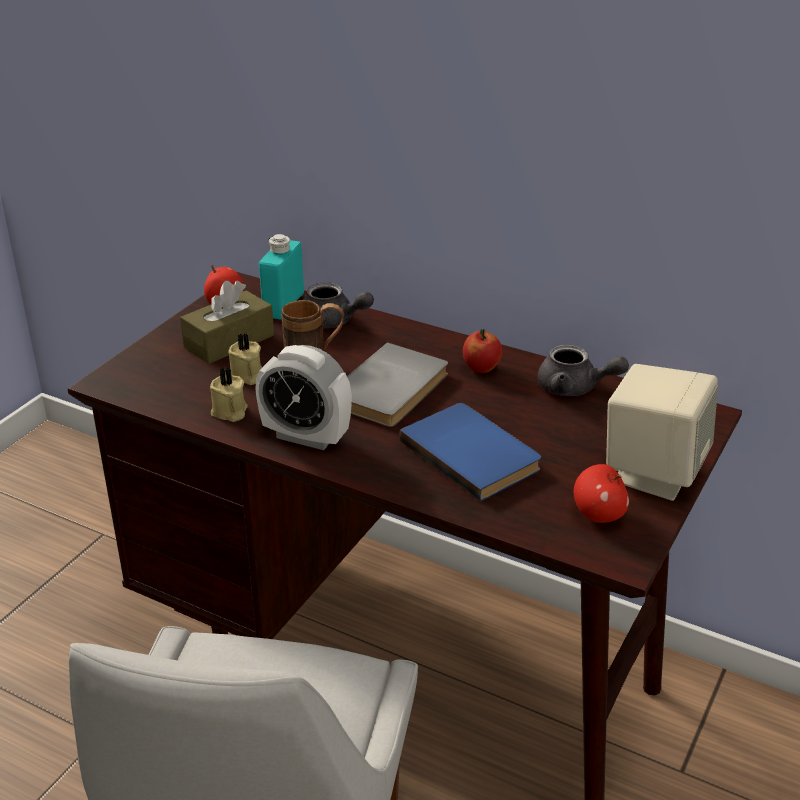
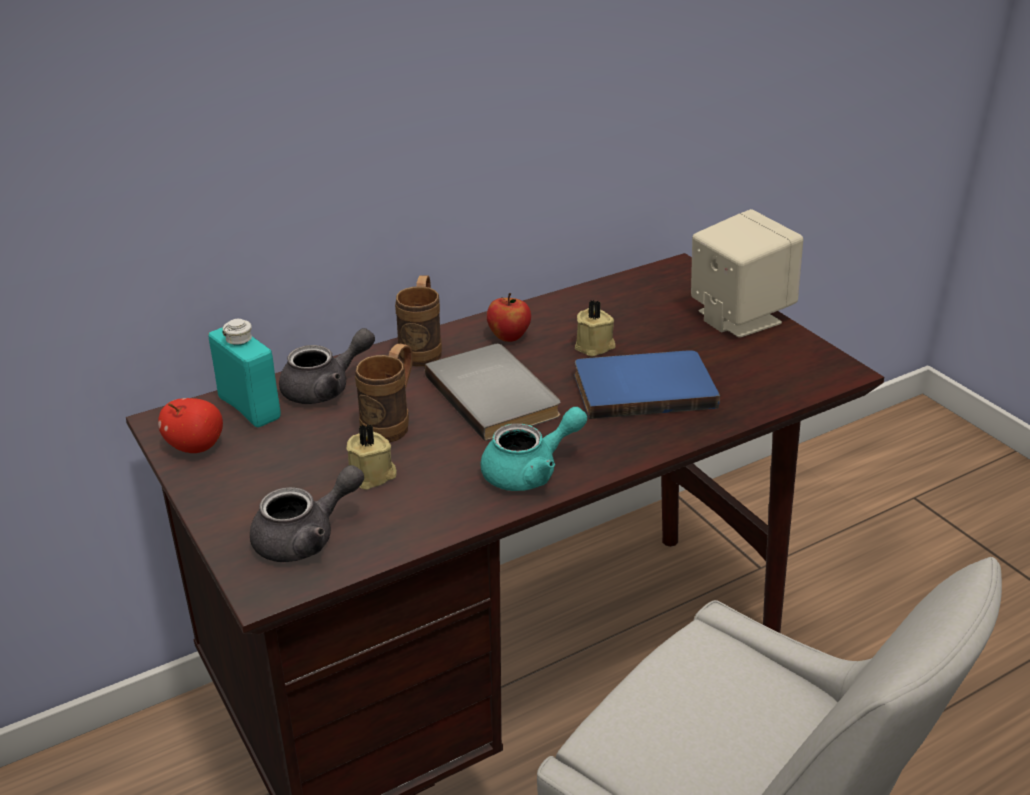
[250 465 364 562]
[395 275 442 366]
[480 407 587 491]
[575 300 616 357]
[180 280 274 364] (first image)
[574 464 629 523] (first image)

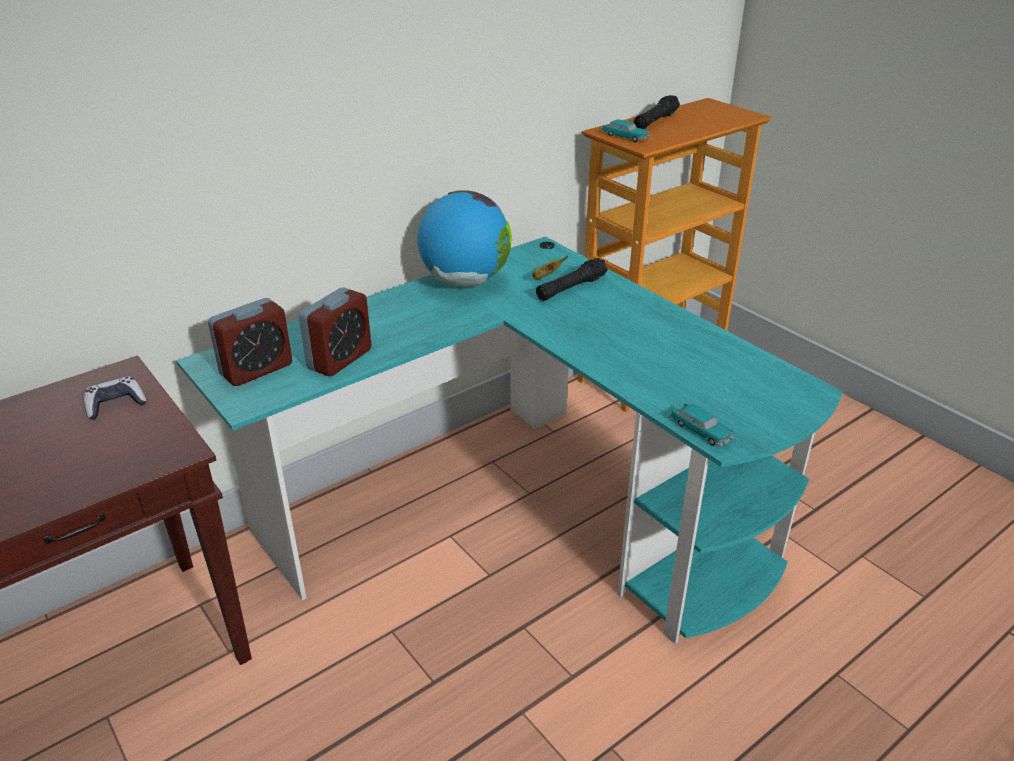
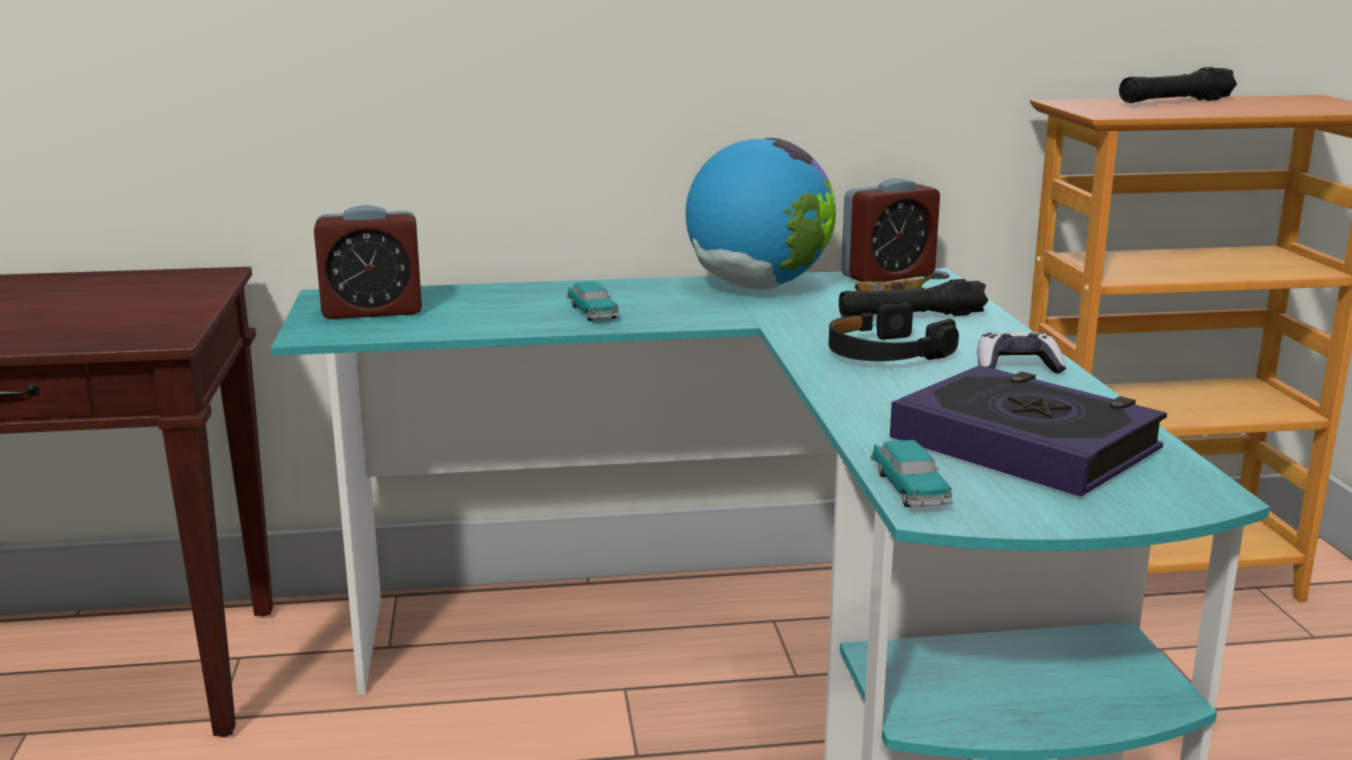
[567 281 620 321]
[829 303 959 361]
[841 178 940 282]
[890 365 1167 497]
[977 332 1066 374]

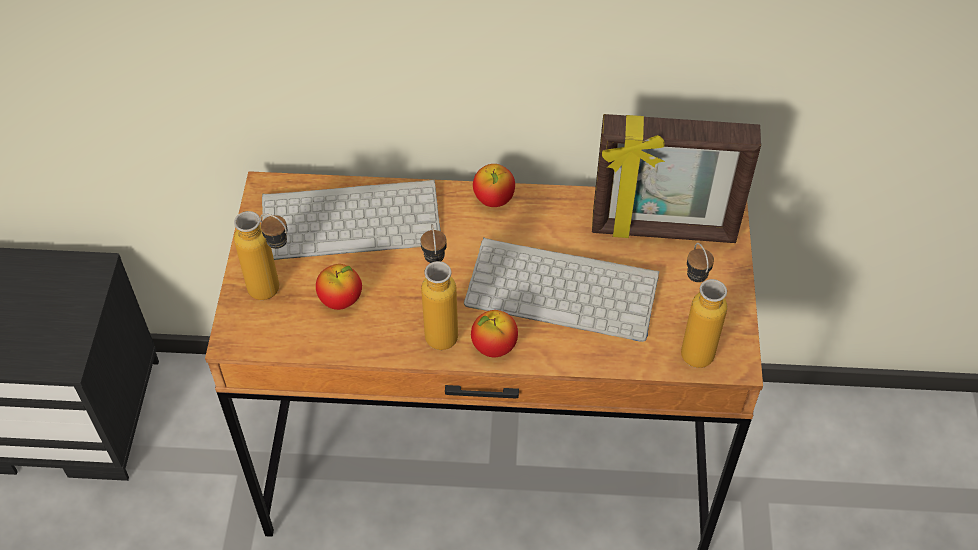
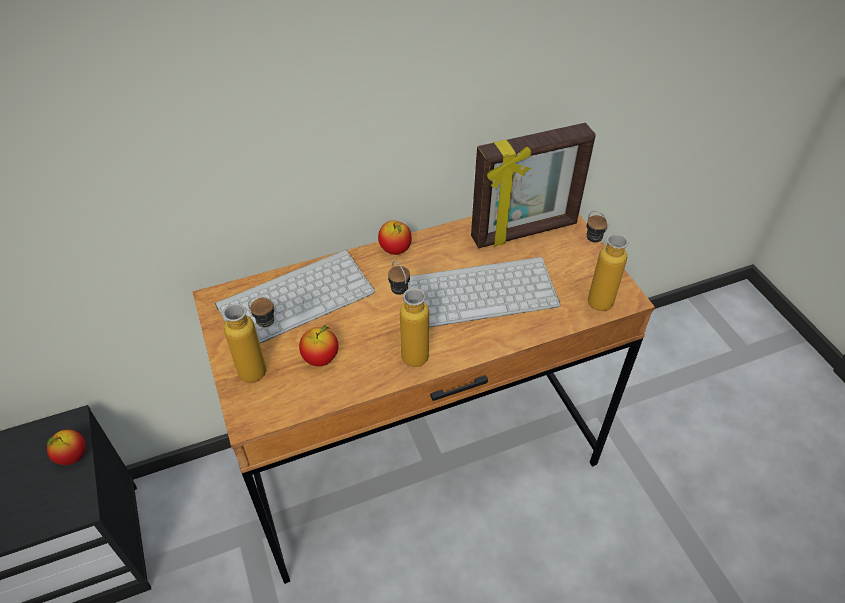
[47 429 86 465]

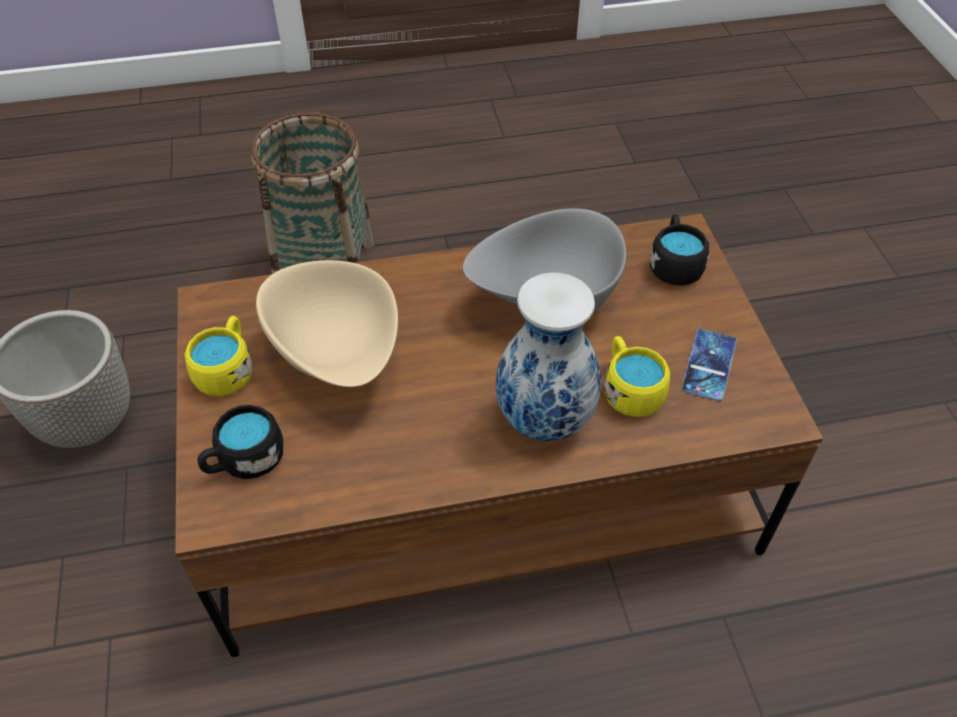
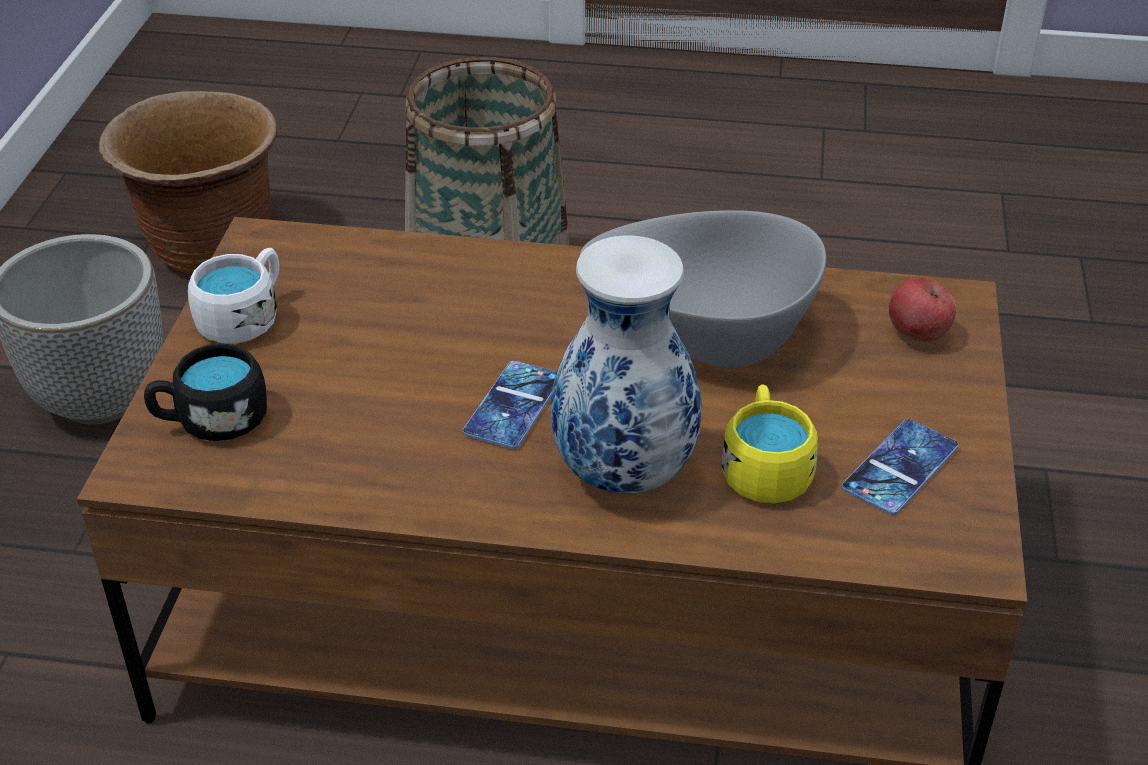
[98 91 277 275]
[188 248 279 344]
[463 361 557 449]
[889 277 956 342]
[256 260 398 387] (first image)

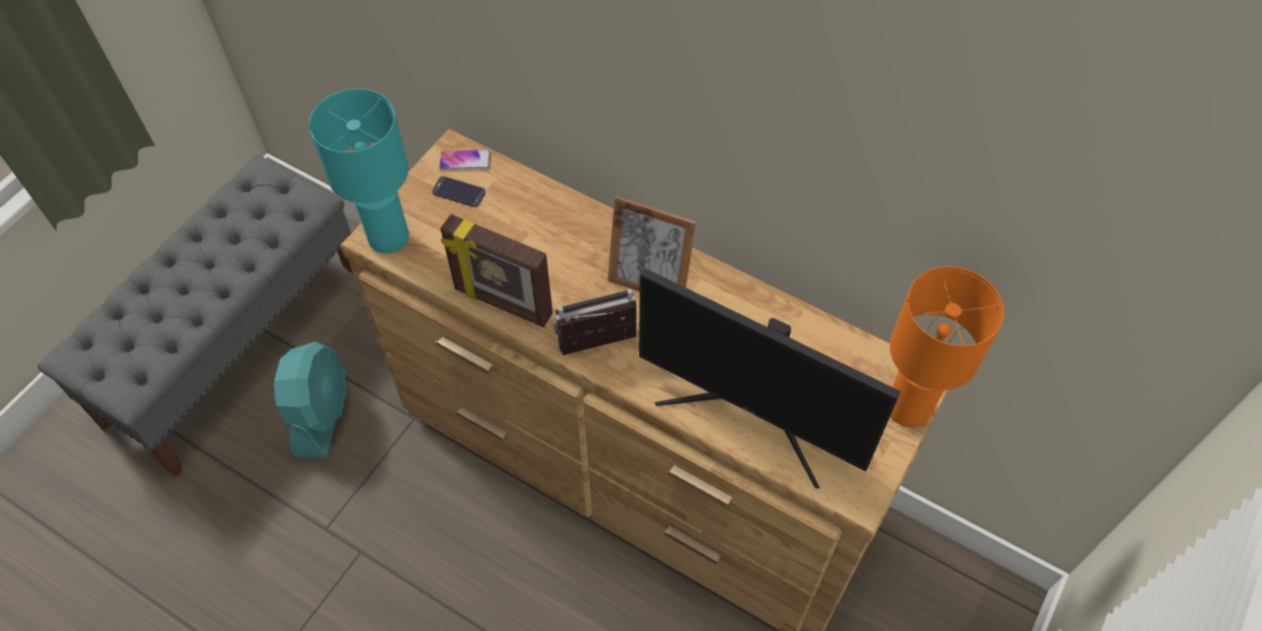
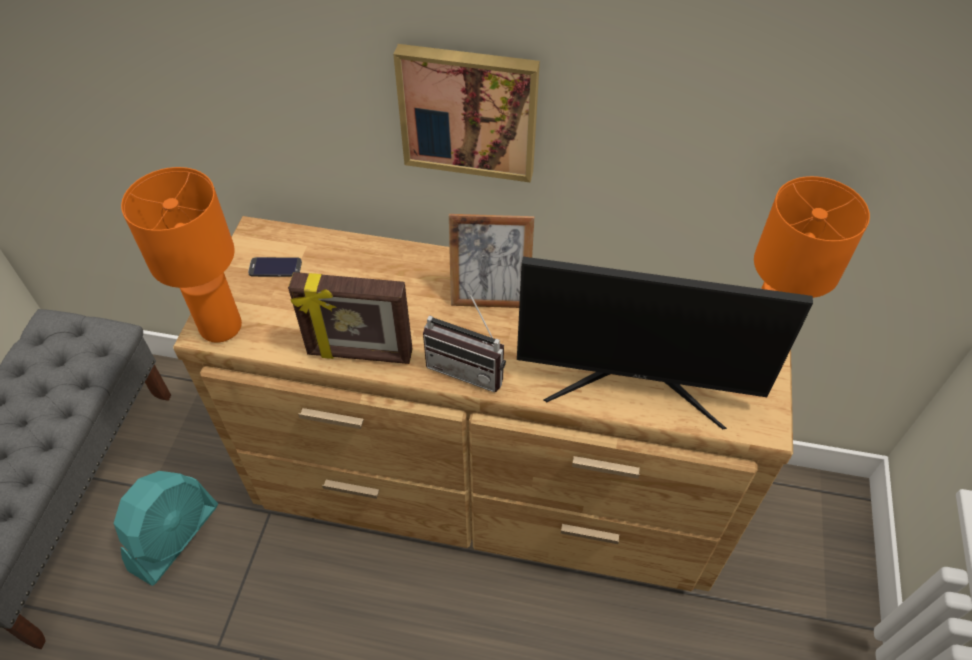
[113 471 218 586]
[121 167 242 343]
[393 44 540 183]
[423 290 506 392]
[439 150 490 170] (first image)

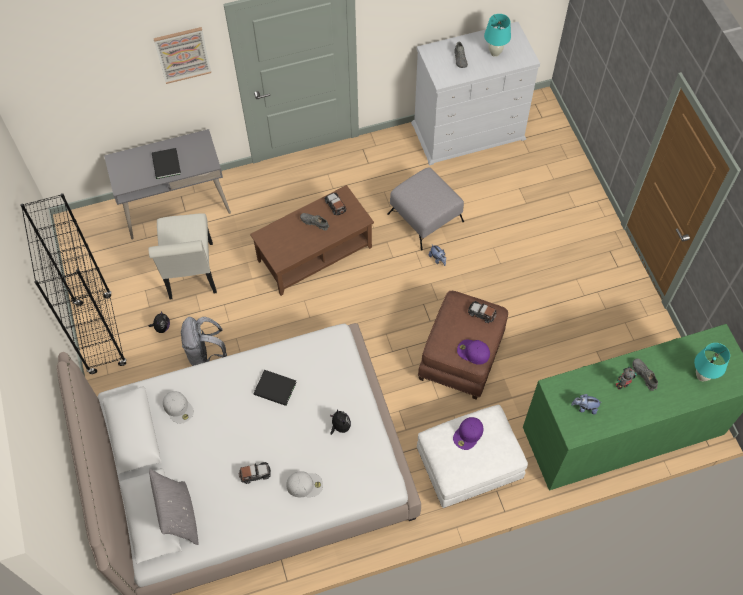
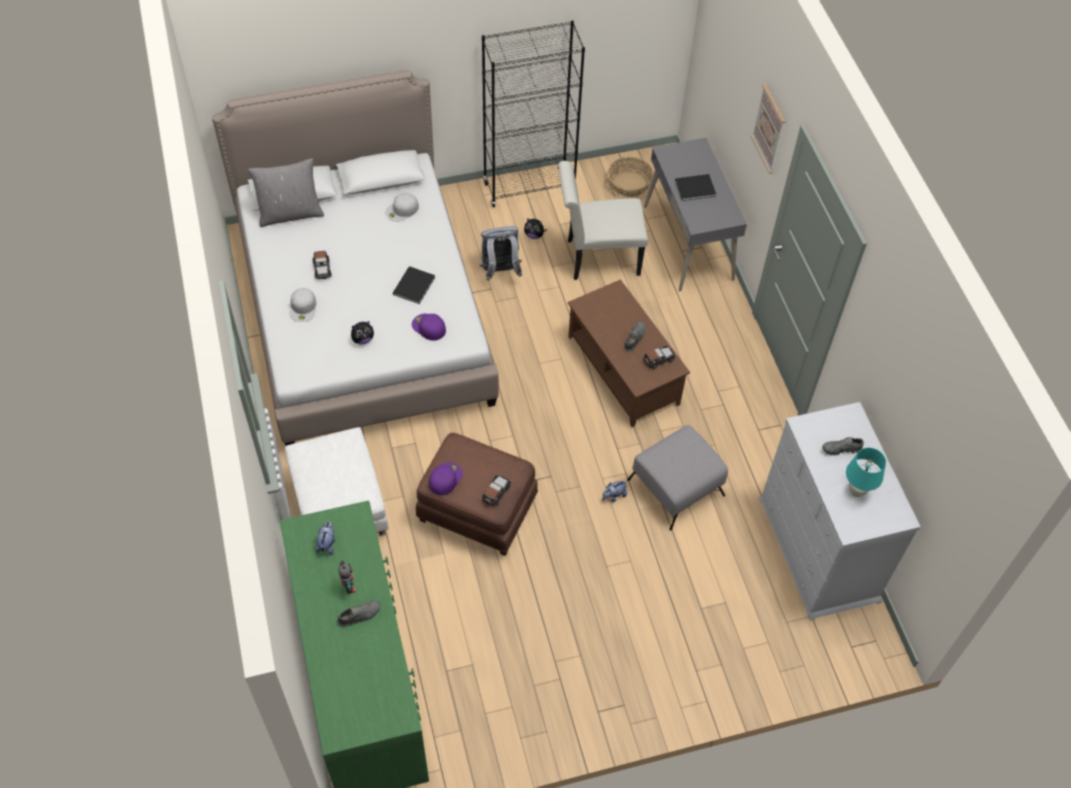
[412 313 446 341]
[608 157 654 197]
[694 343 730 381] (first image)

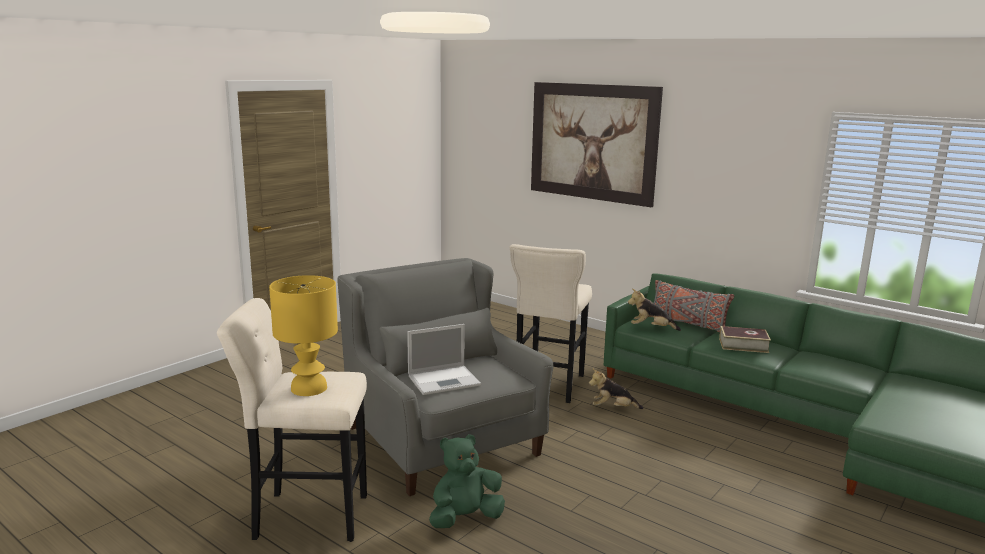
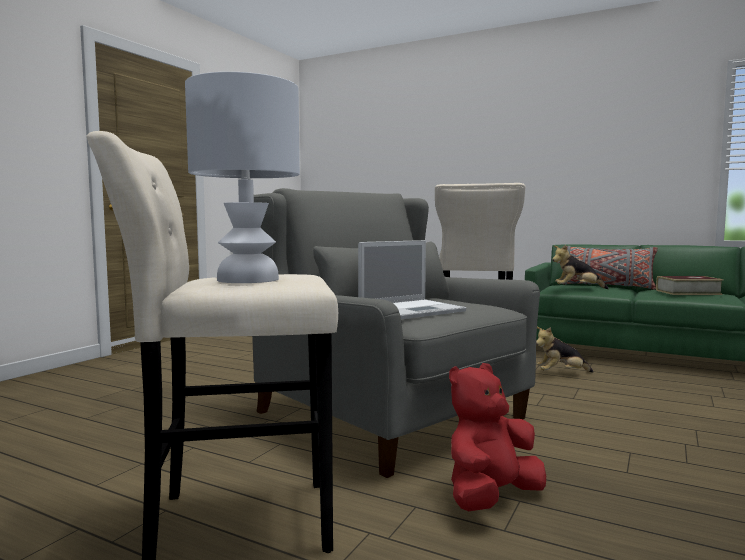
[185 72 300 283]
[449 363 546 511]
[531 82 663 207] (first image)

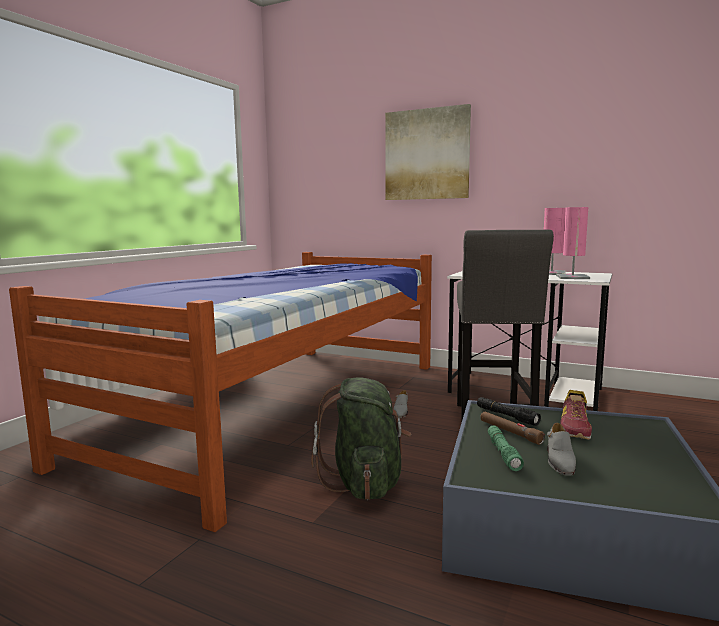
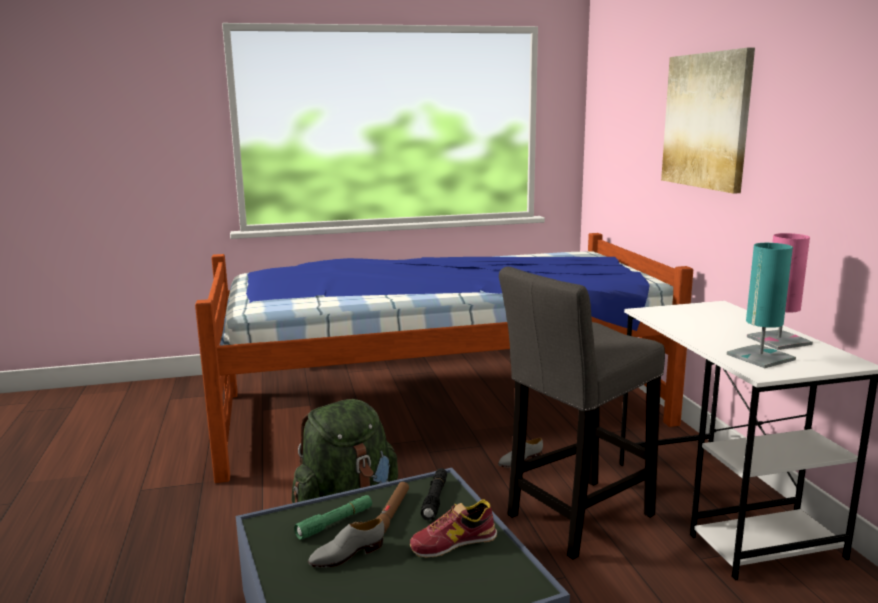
[727 243 796 368]

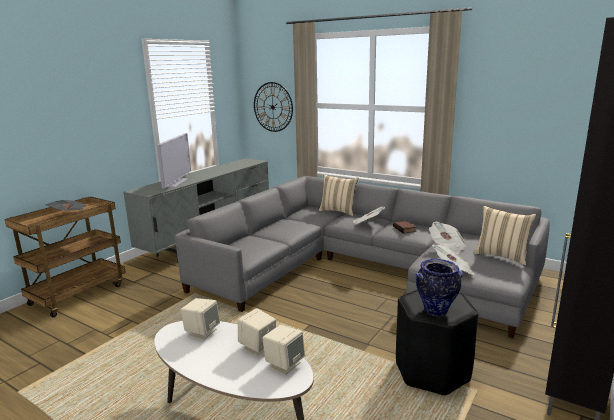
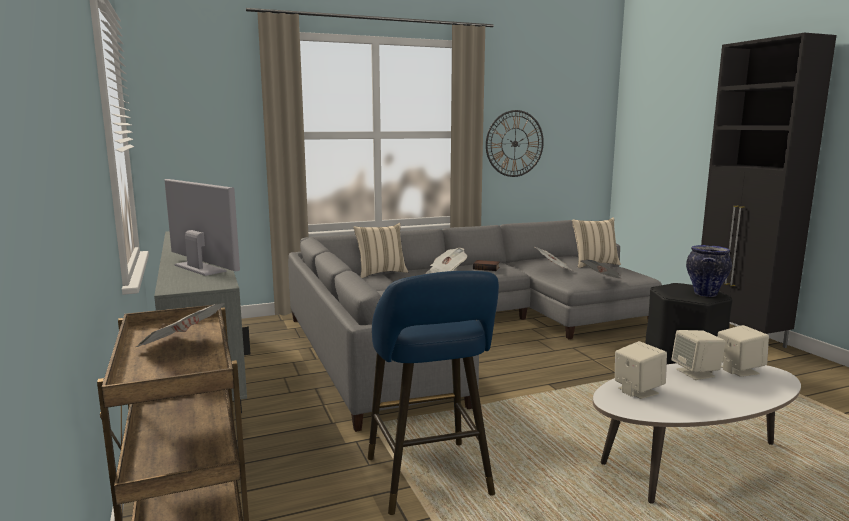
[368 271 499 515]
[486 110 544 177]

